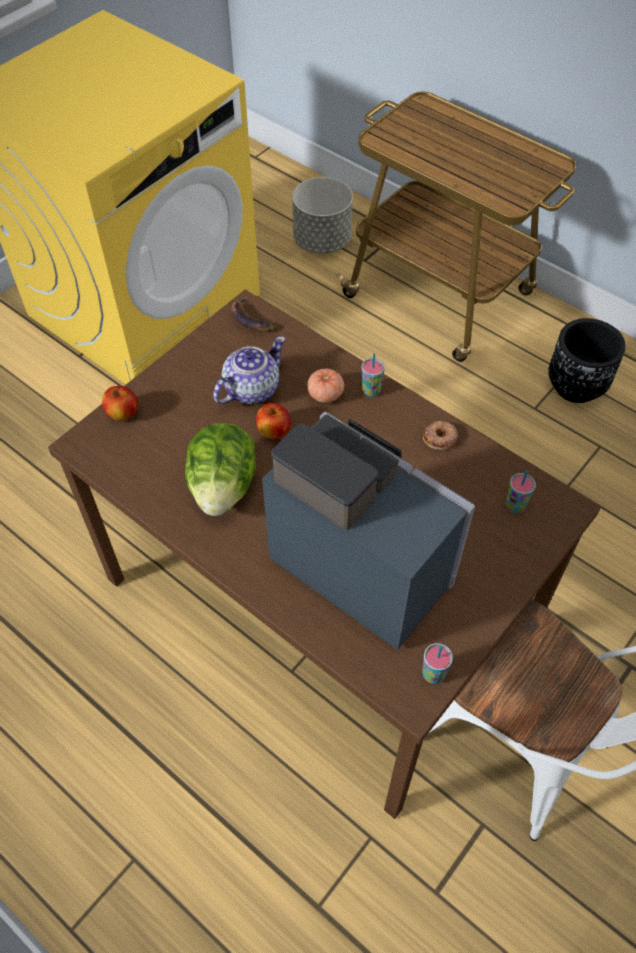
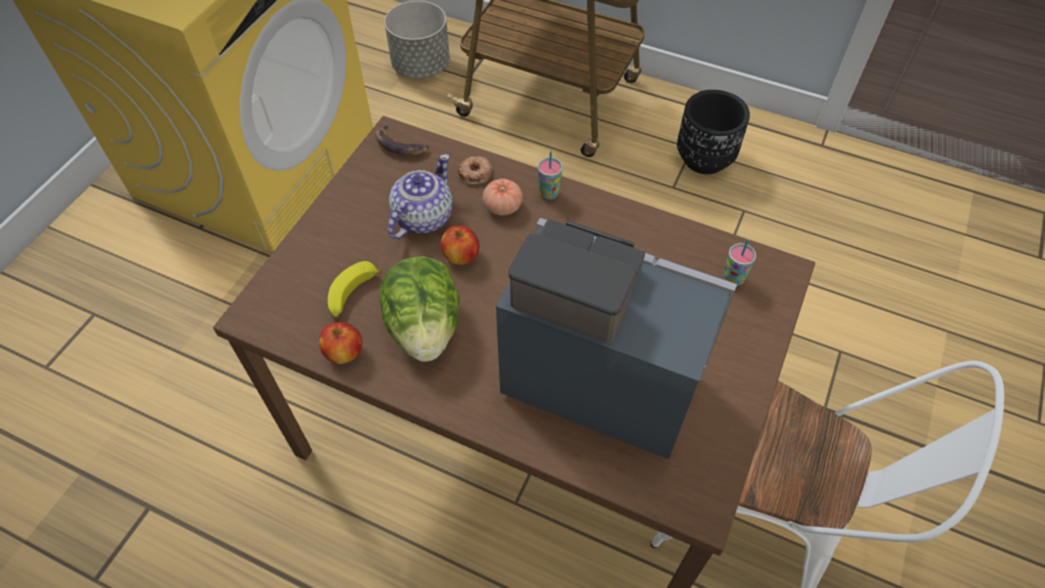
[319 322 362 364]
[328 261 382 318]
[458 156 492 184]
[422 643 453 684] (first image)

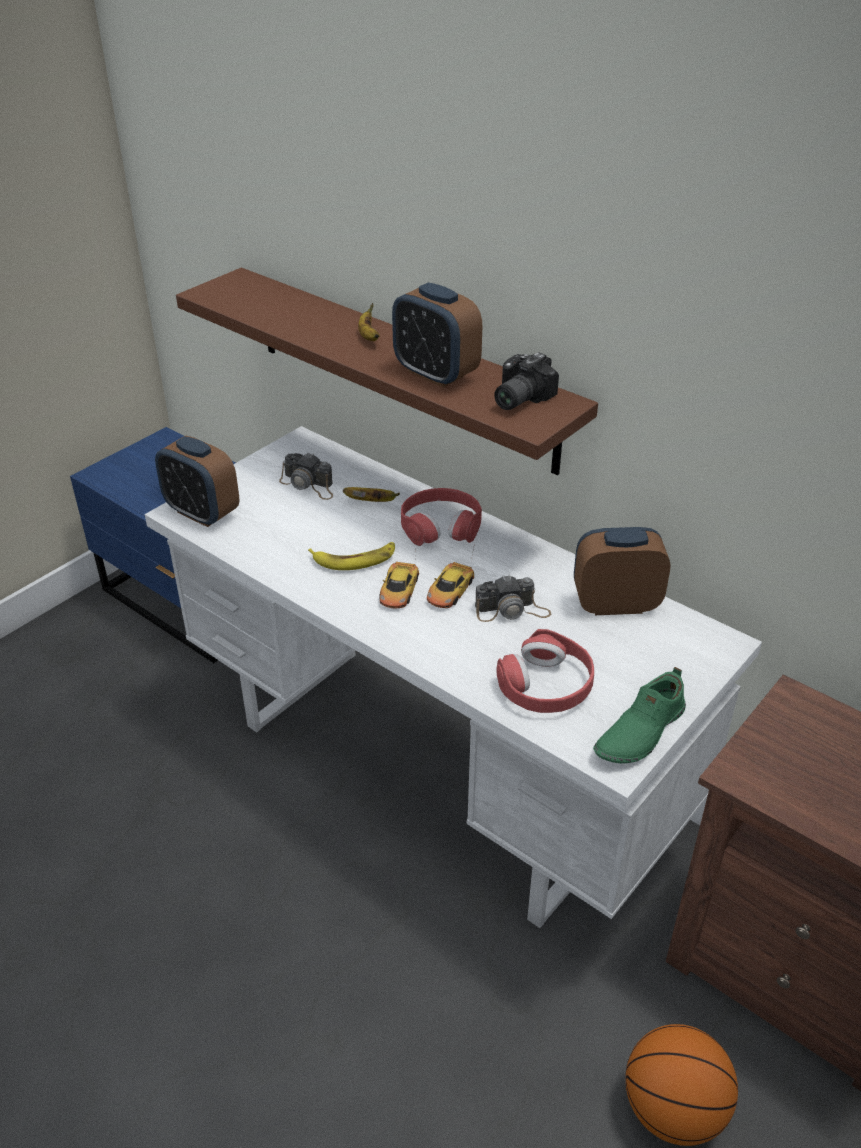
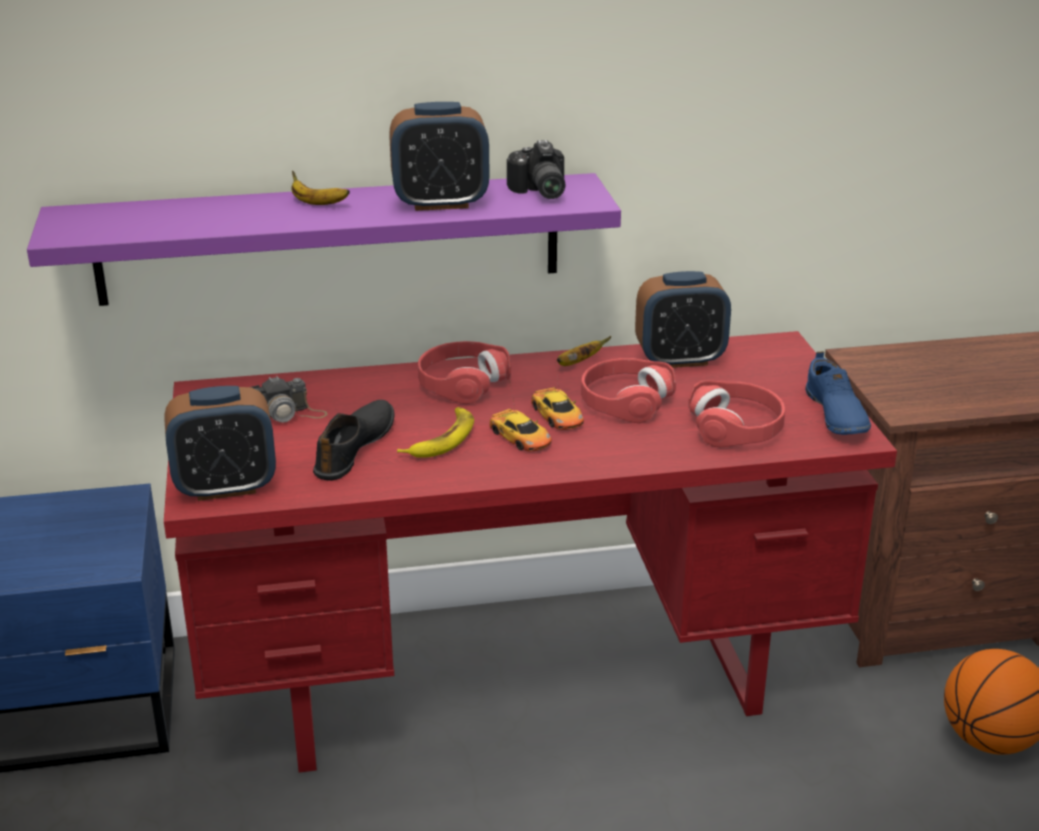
[27 173 621 306]
[164 331 897 773]
[313 400 395 481]
[557 336 612 366]
[581 358 676 423]
[635 271 731 368]
[805 351 871 435]

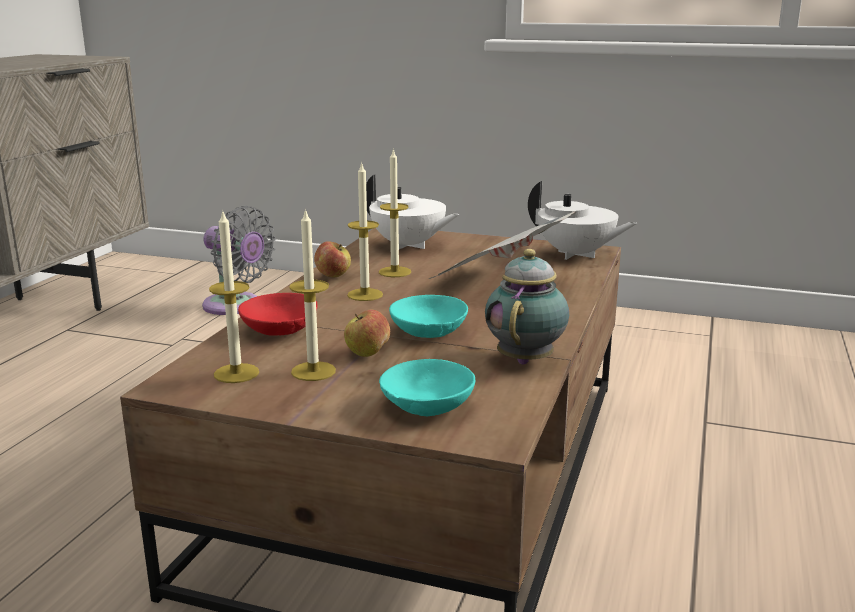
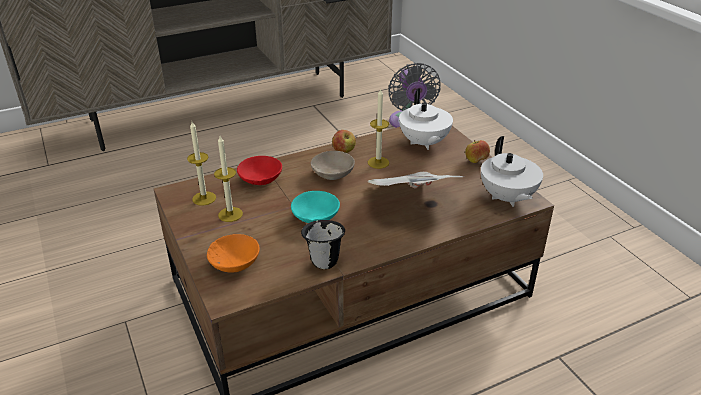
[207 234 260 273]
[301 220 345 269]
[311 151 355 180]
[465 140 490 163]

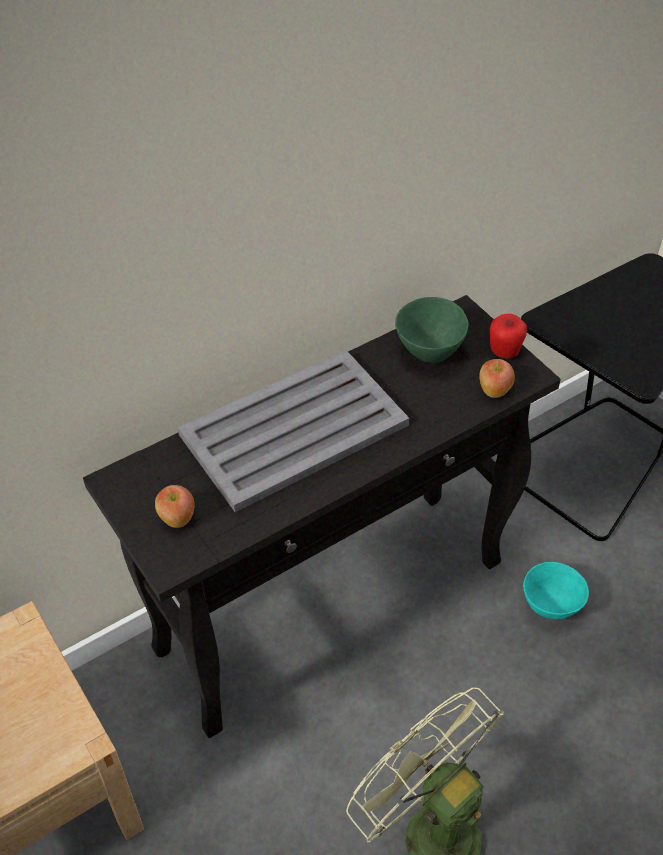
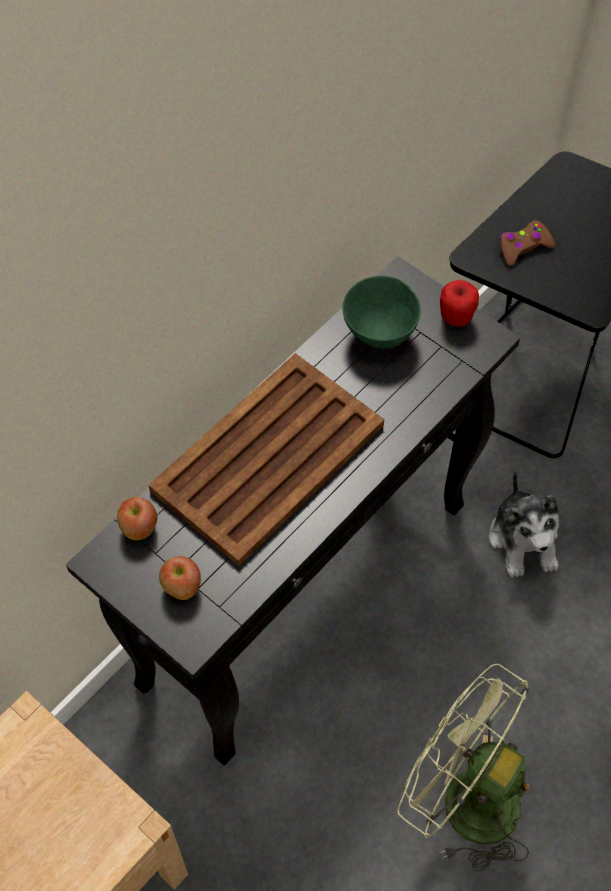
[117 497 158 540]
[148 353 384 566]
[489 470 559 578]
[500 220 555 266]

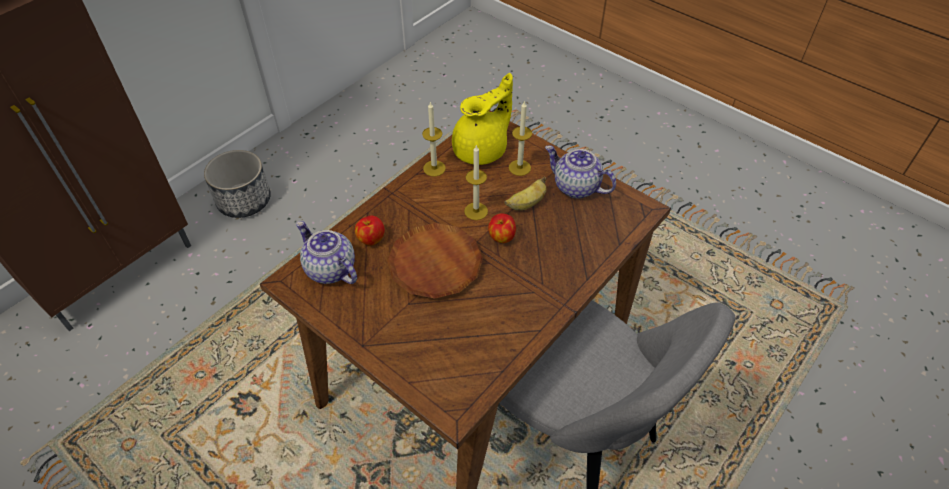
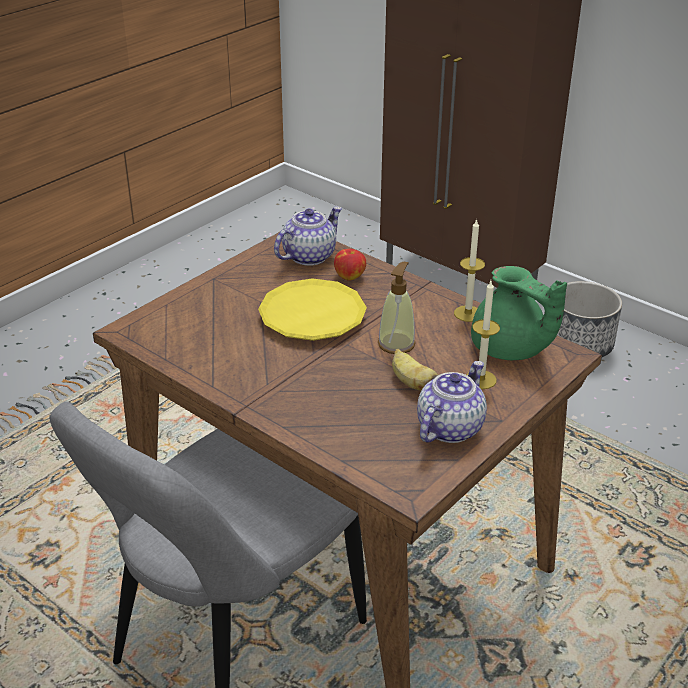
[258 278 367 341]
[378 262 416 354]
[471 266 567 360]
[488 214 516 243] (first image)

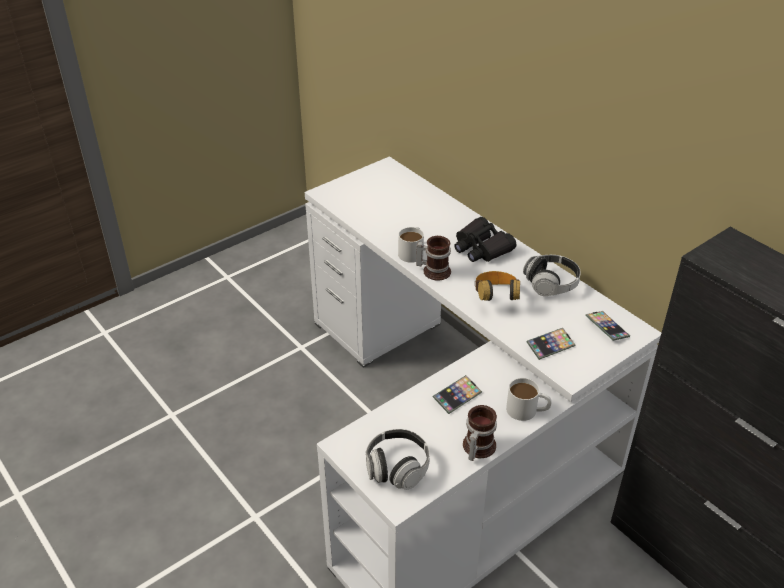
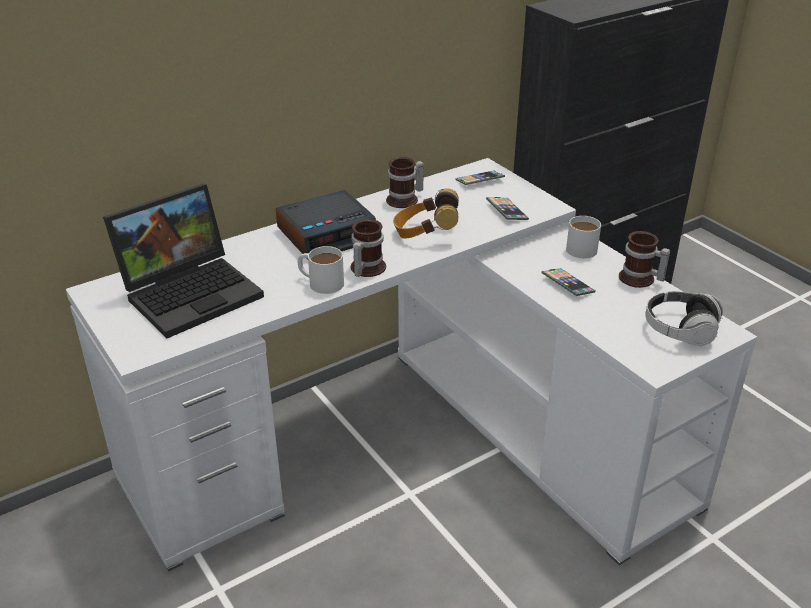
[103 184 264 338]
[276 190 376 260]
[386 157 424 208]

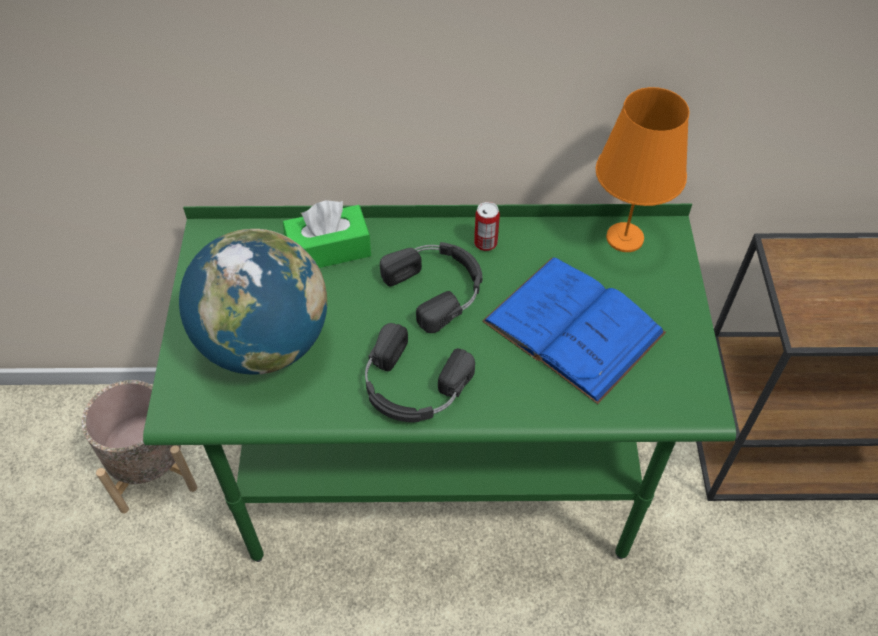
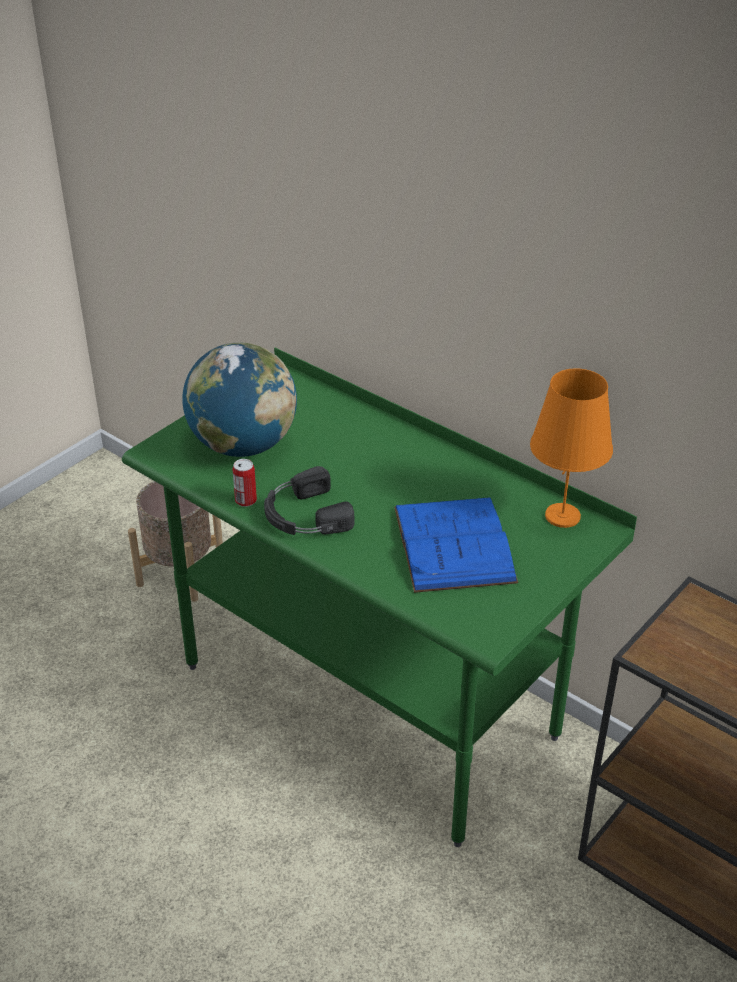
[233 459 257 507]
[283 200 371 268] (first image)
[380 242 483 333] (first image)

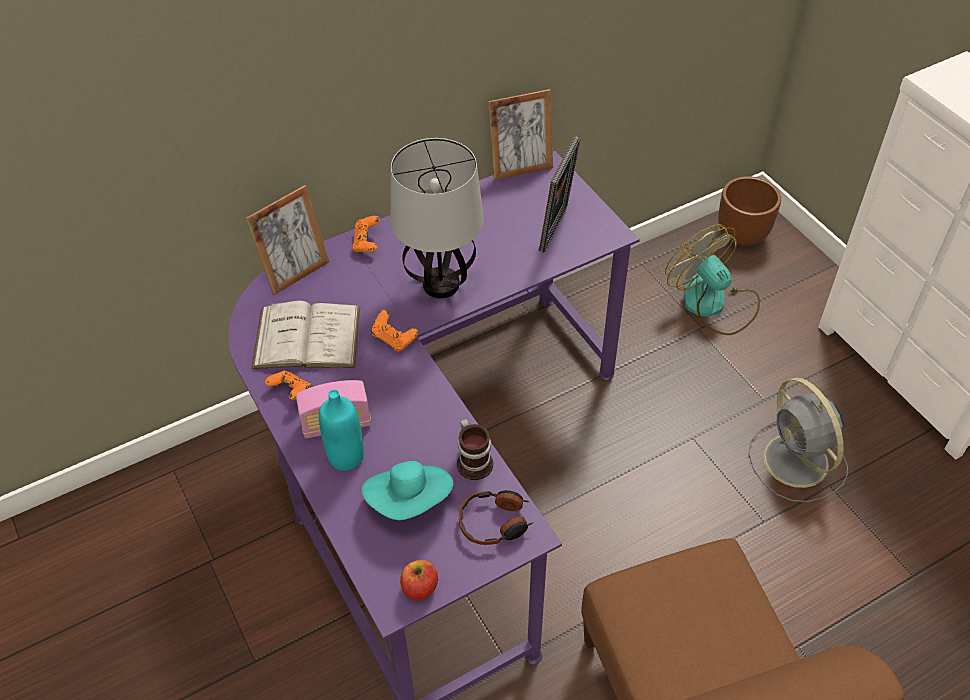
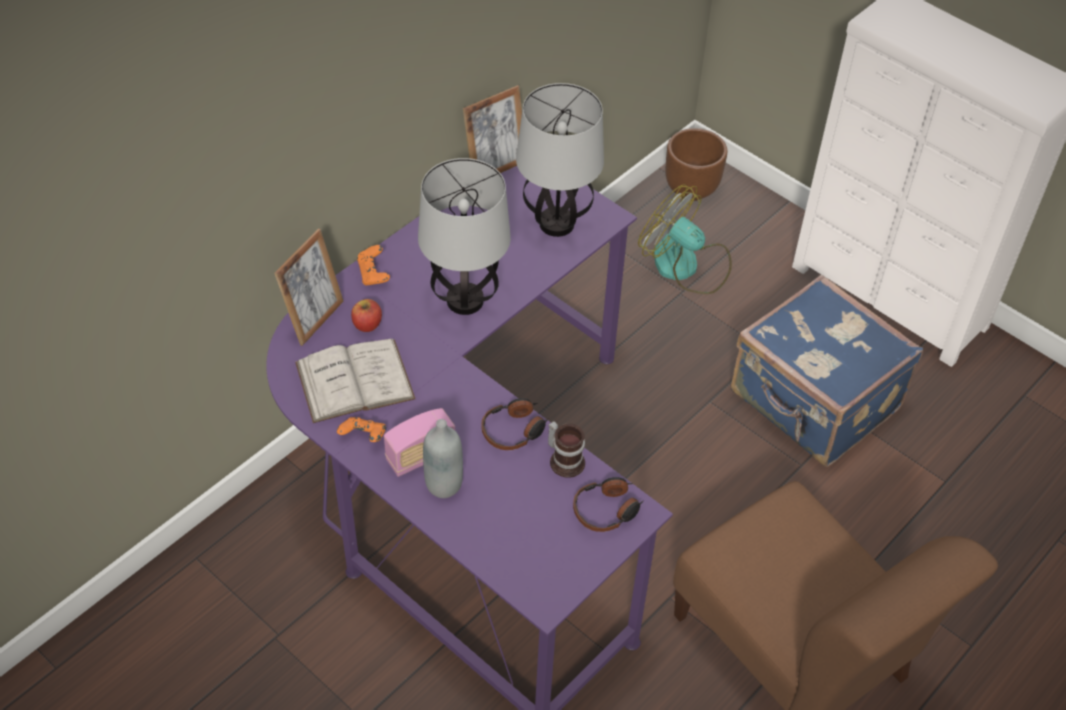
[351 299 382 332]
[423 419 463 498]
[481 398 549 450]
[516 83 604 237]
[731 274 923 467]
[362 461 454 520] (first image)
[371 310 418 352] (first image)

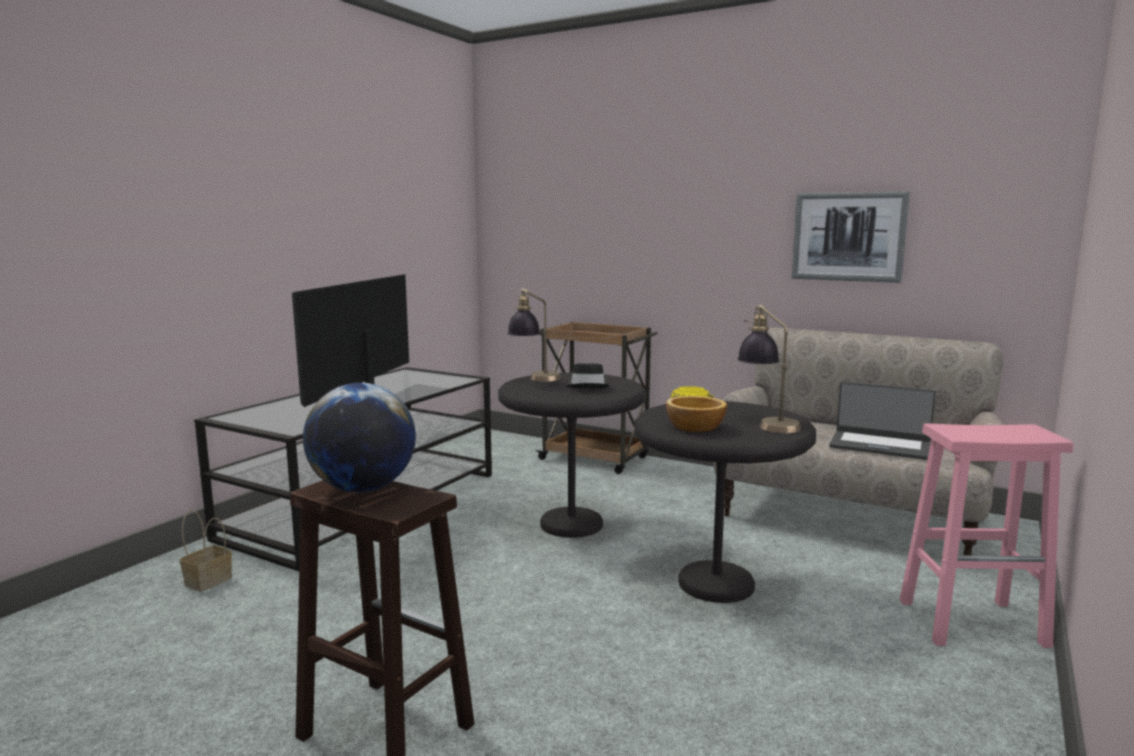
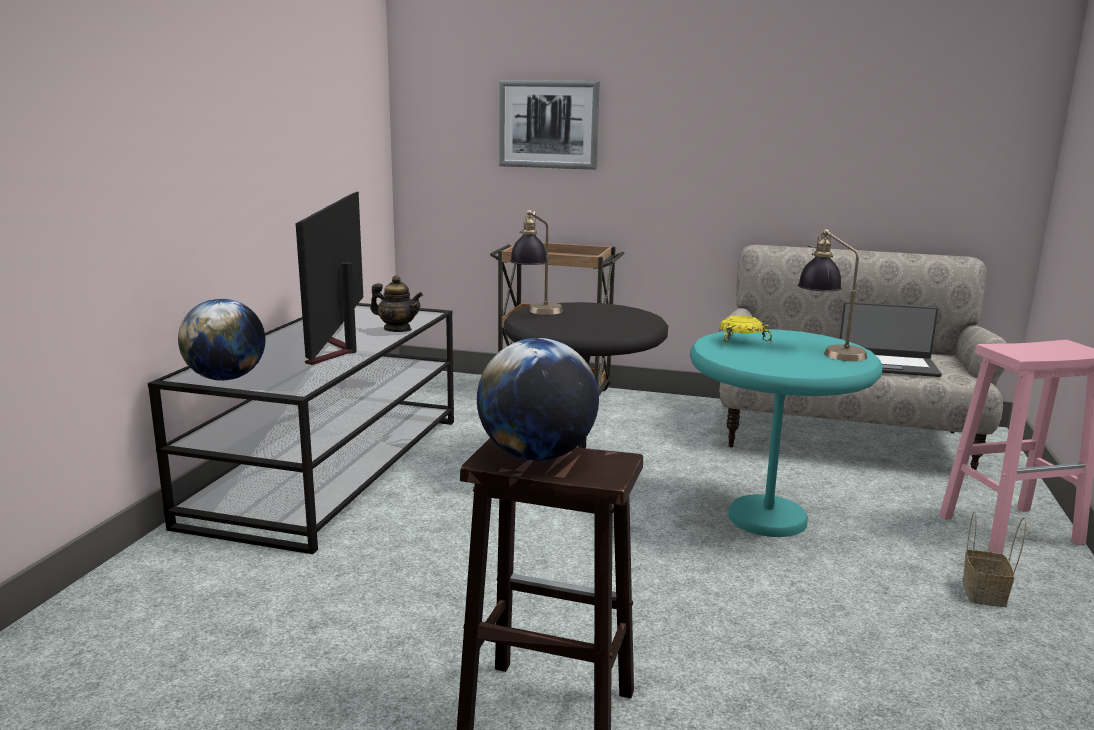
[178 299 265 381]
[370 275 423 332]
[499 80 600 170]
[690 329 882 537]
[962 511 1026 607]
[566 363 610 388] (first image)
[666 396 727 432] (first image)

